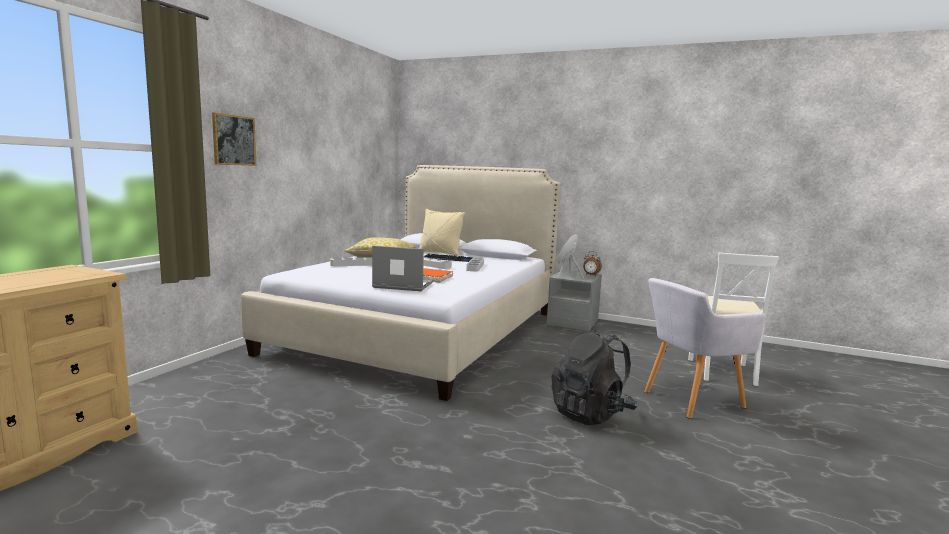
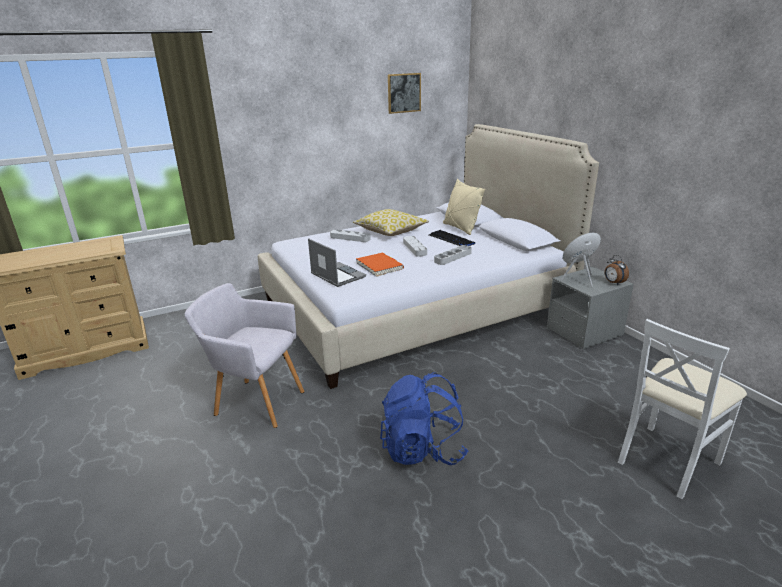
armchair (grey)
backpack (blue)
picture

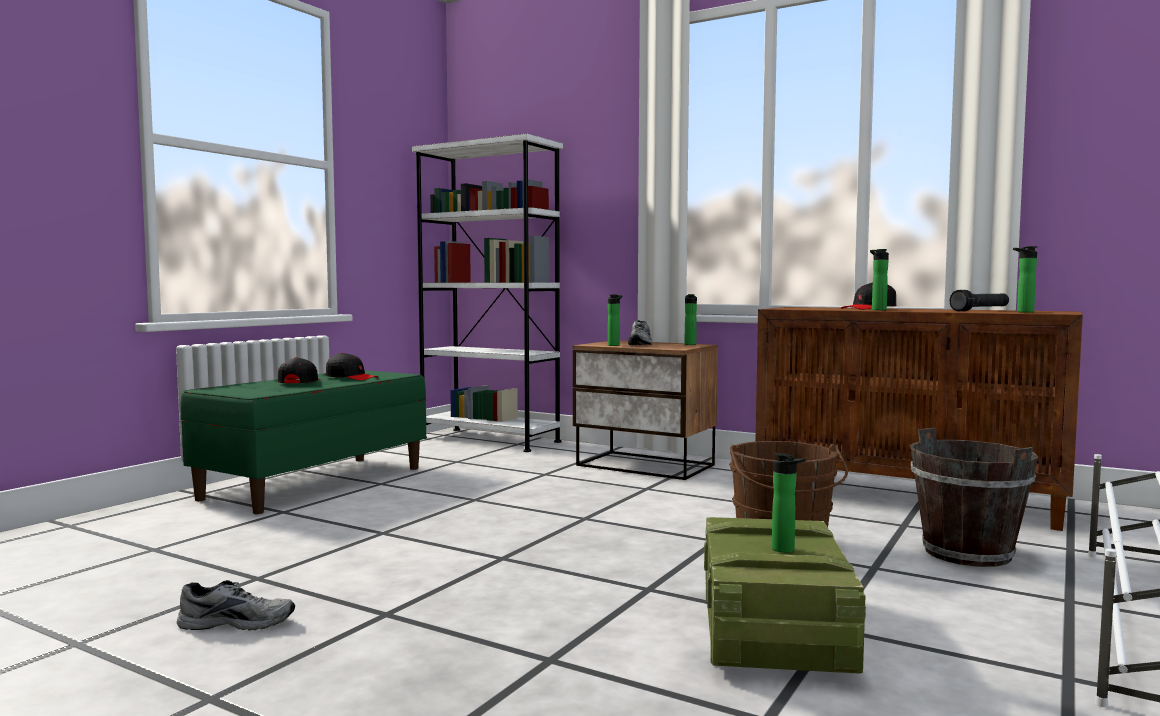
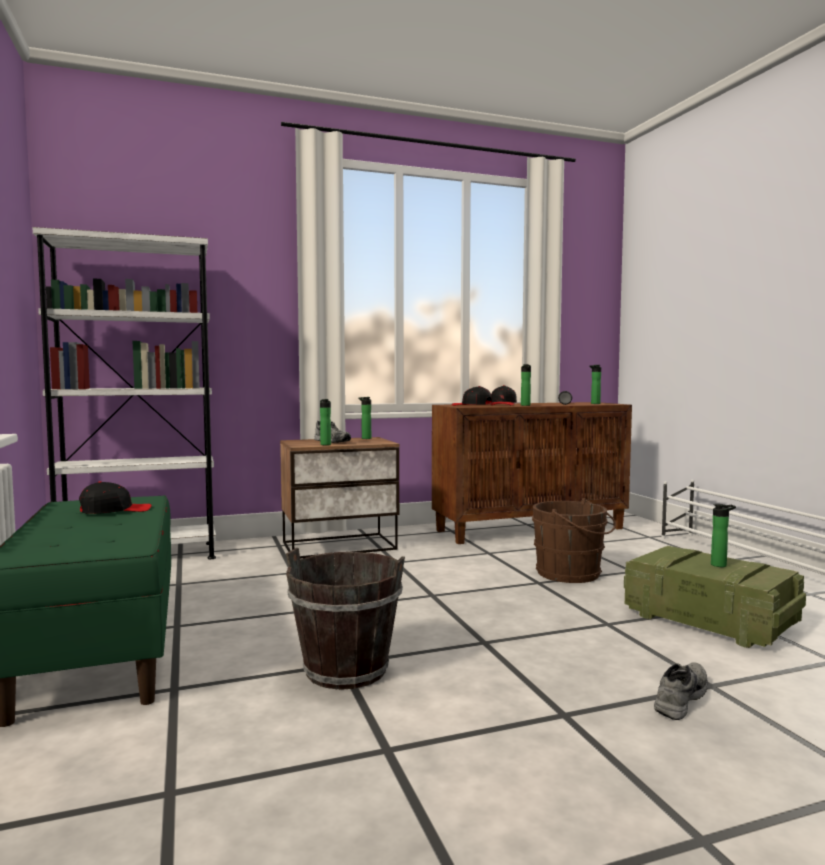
bucket (brown) (no. 1 from left)
cap (black) (no. 2 from left)
shoe (grey) (no. 2 from left)

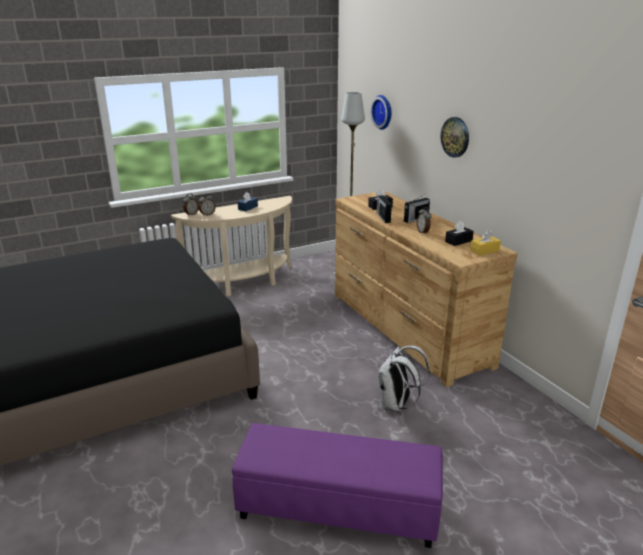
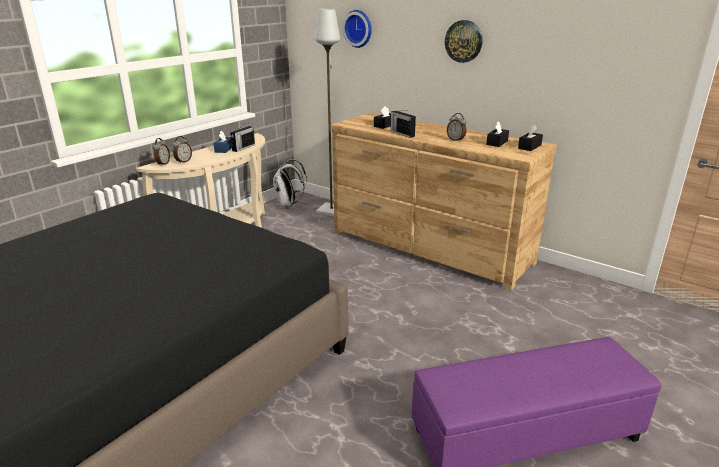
radio (no. 1 from left)
backpack (white)
tissue box (black) (no. 3 from left)

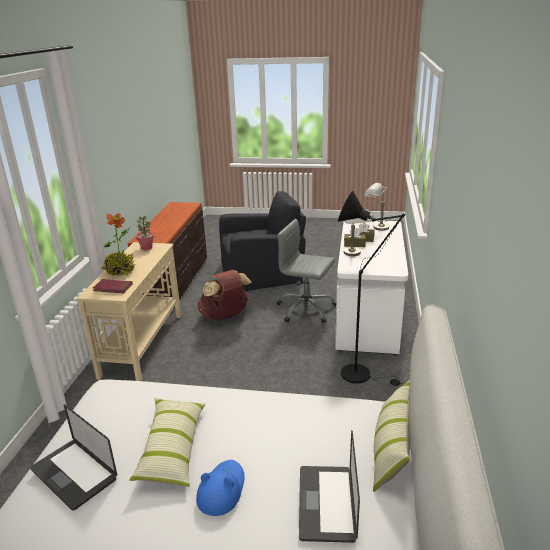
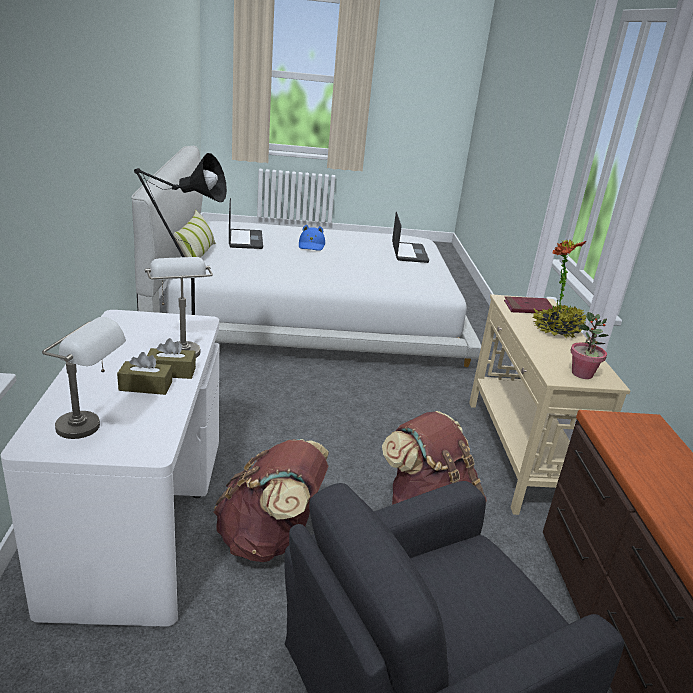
backpack (brown) (no. 1 from left)
laptop (no. 2 from left)
pillow (no. 1 from left in the first image)

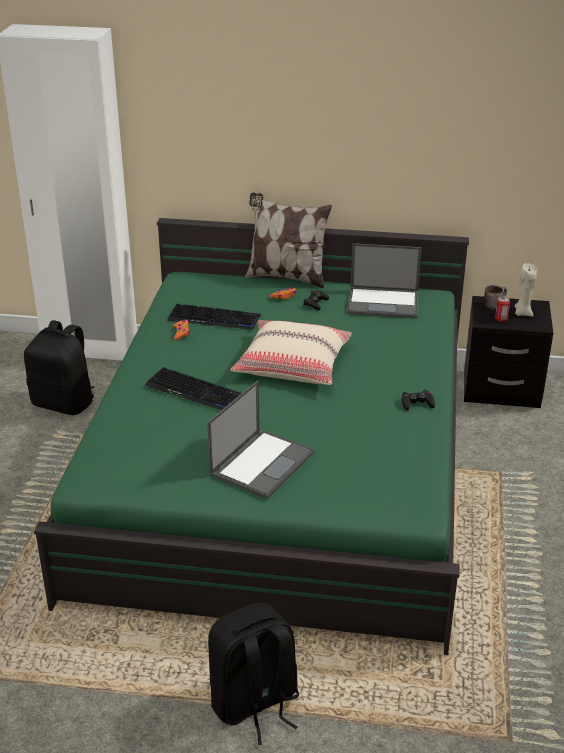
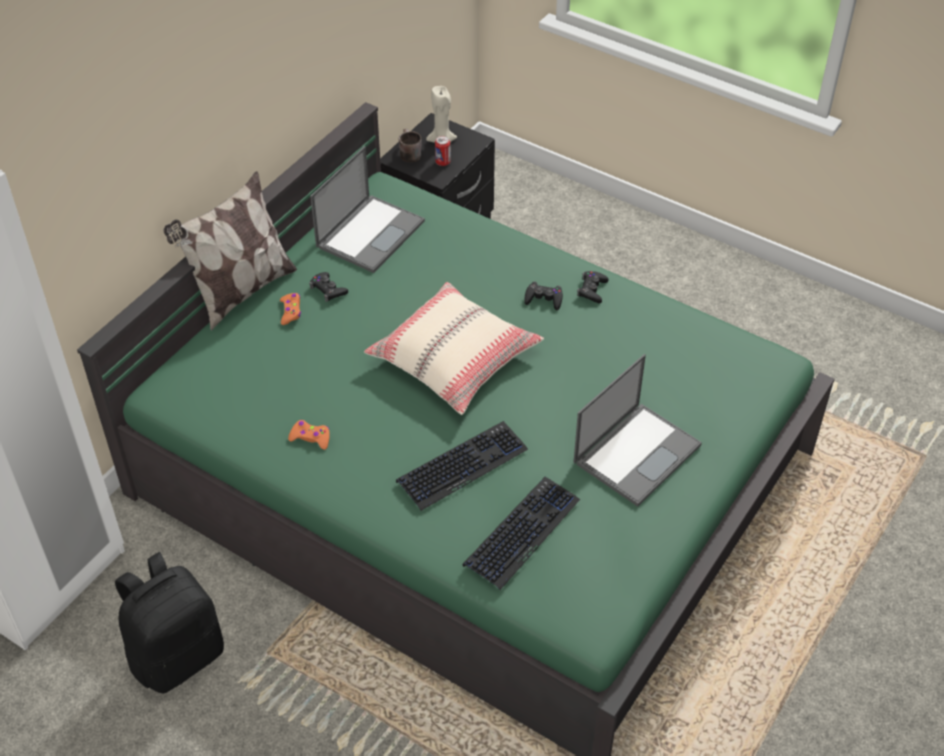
keyboard (no. 2 from left)
game controller (black) (no. 2 from left)
laptop (no. 2 from left)
backpack (black) (no. 2 from left in the first image)

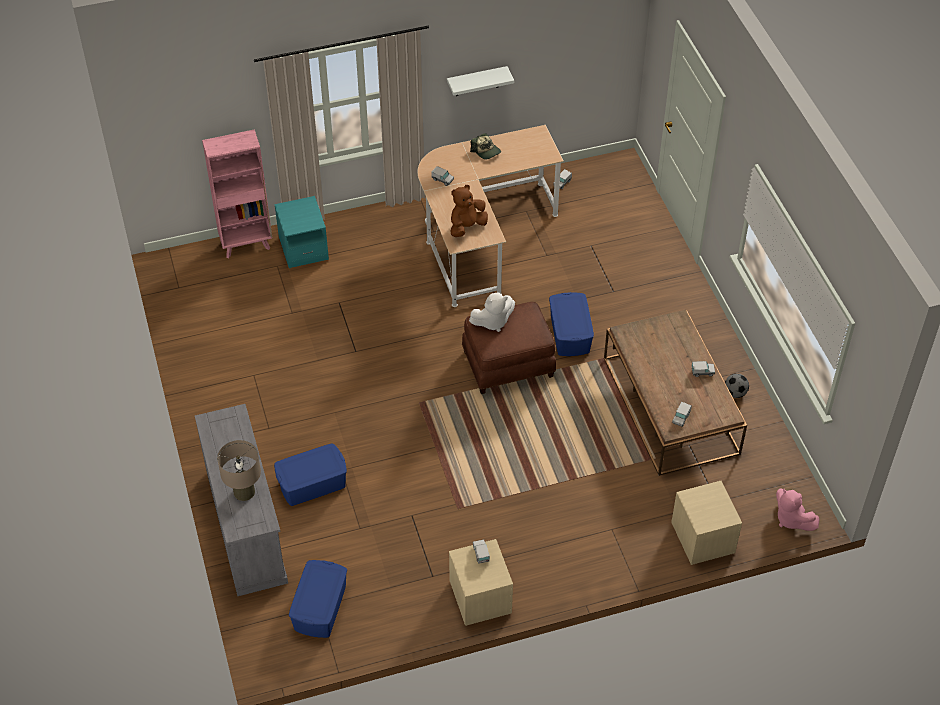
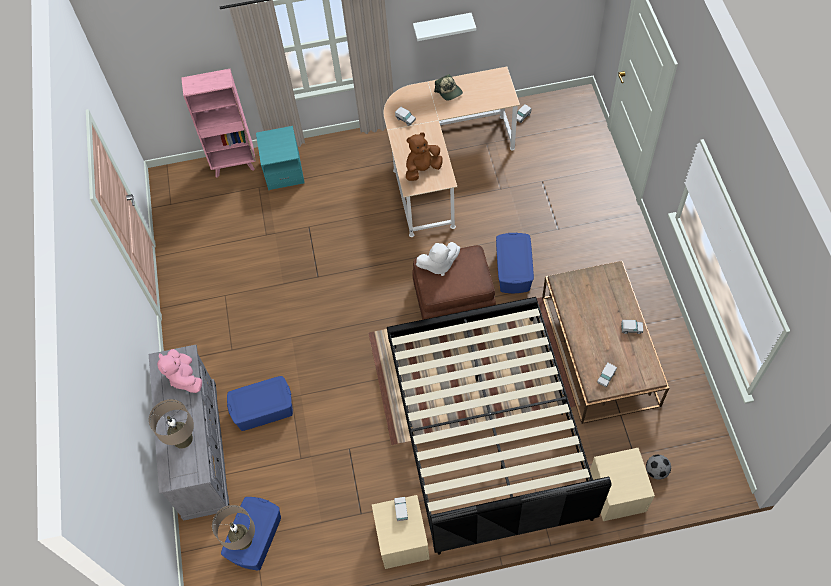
plush toy (pink)
table lamp (beige) (no. 2 from left)
bed (black)
football

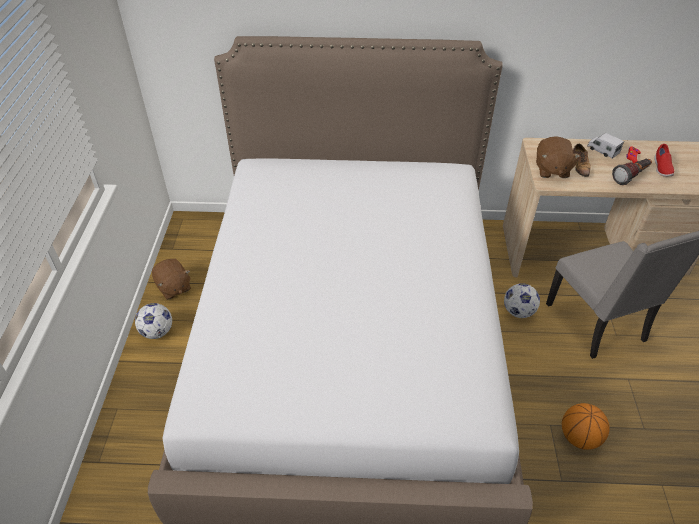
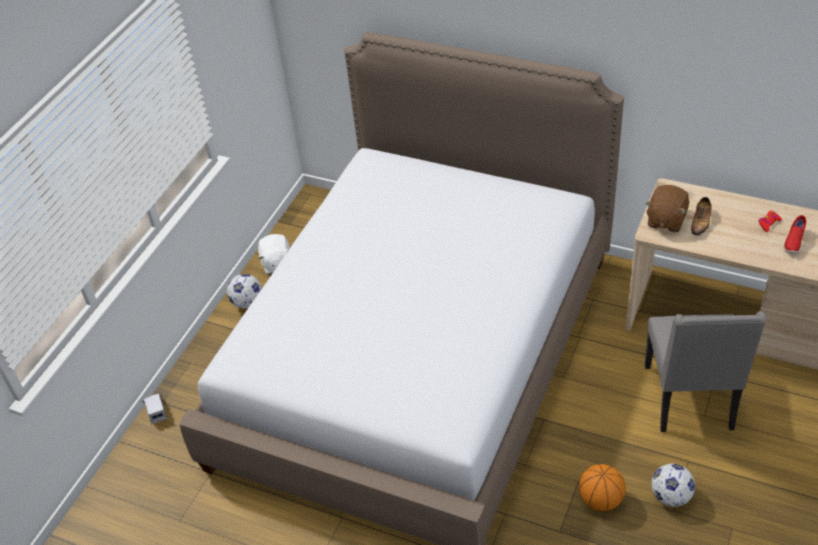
toy truck
plush toy (white)
football (no. 2 from left)
flashlight

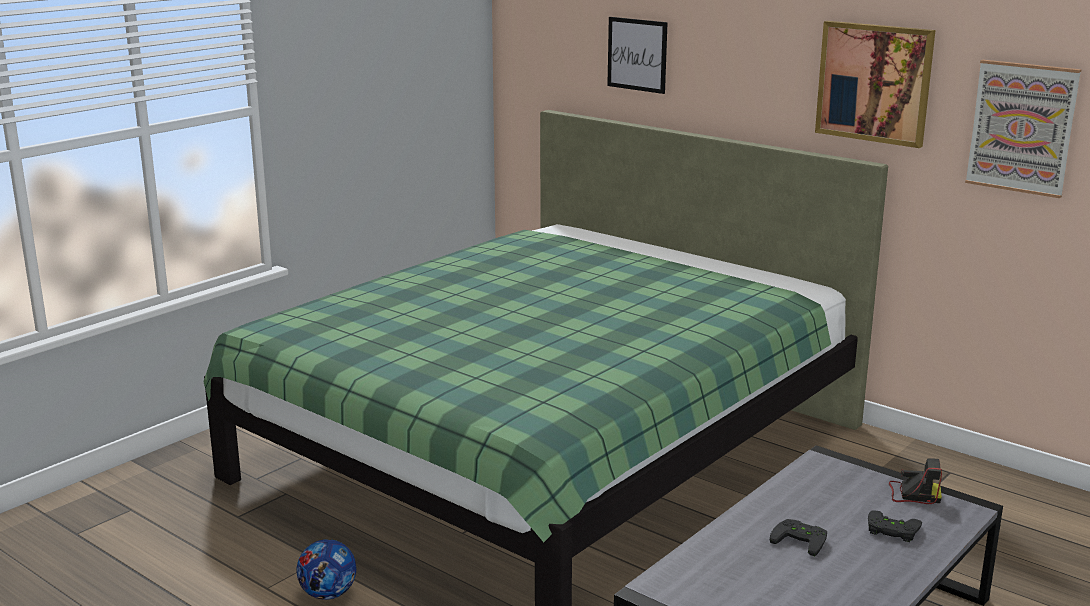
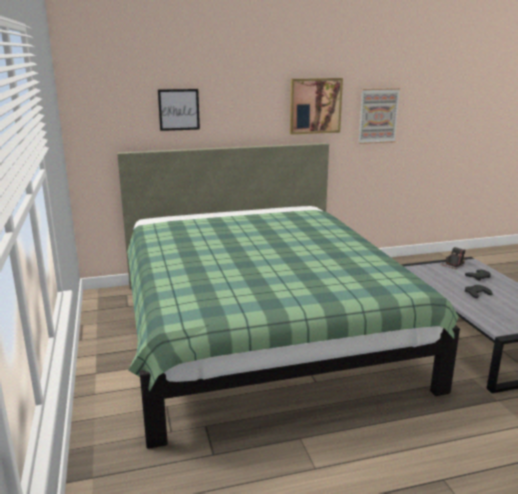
football

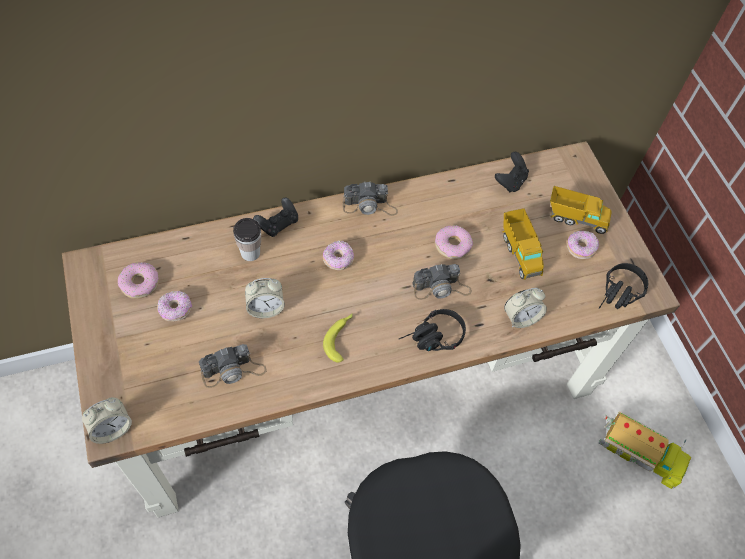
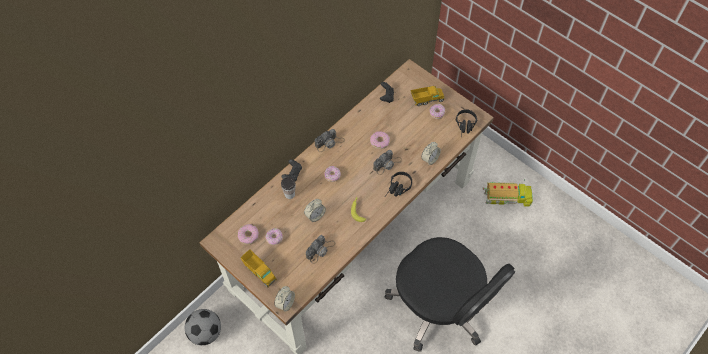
football
toy truck (no. 1 from left)

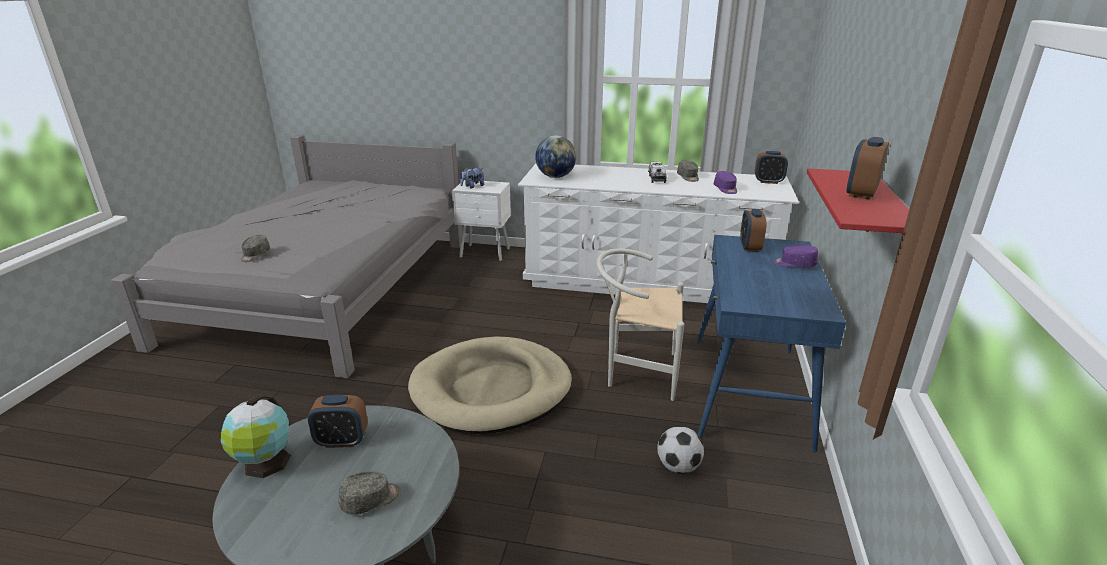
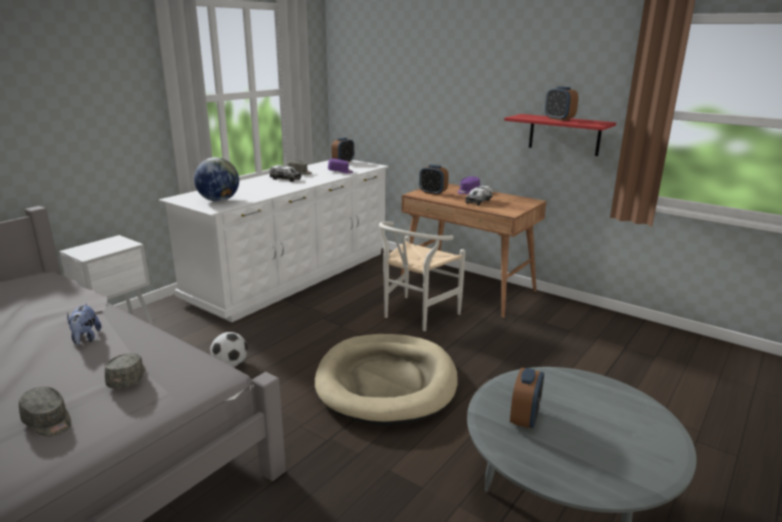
plush toy
cap (grey) (no. 2 from left)
football
desk (brown)
toy truck (no. 2 from left)
globe (no. 1 from left in the first image)

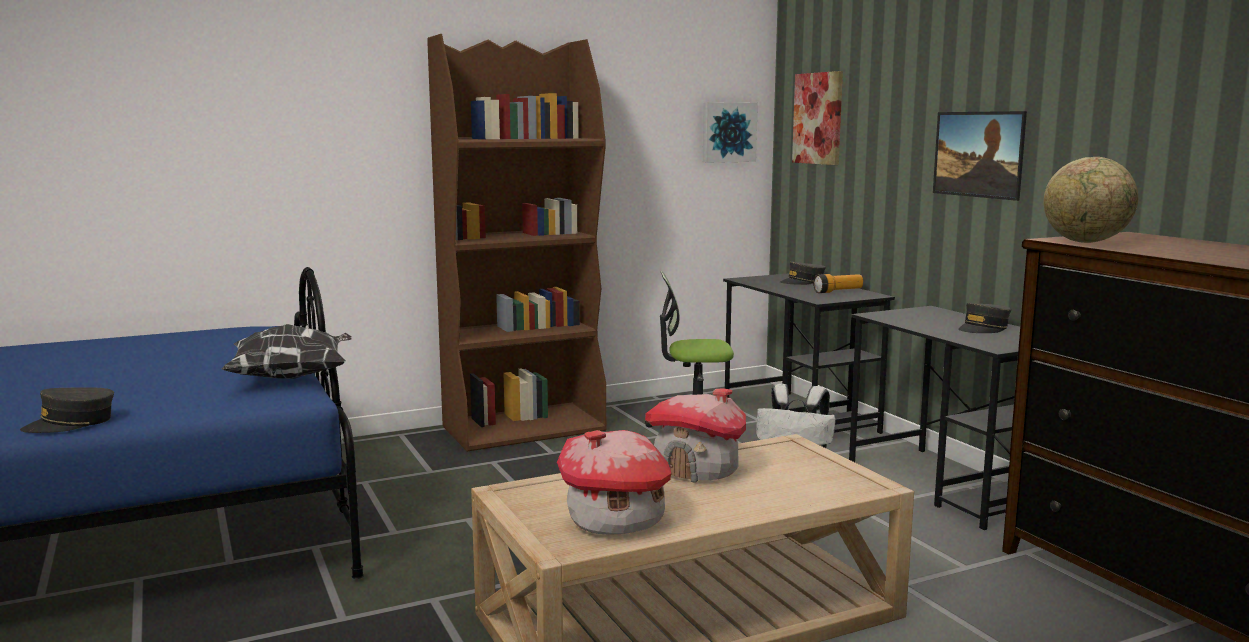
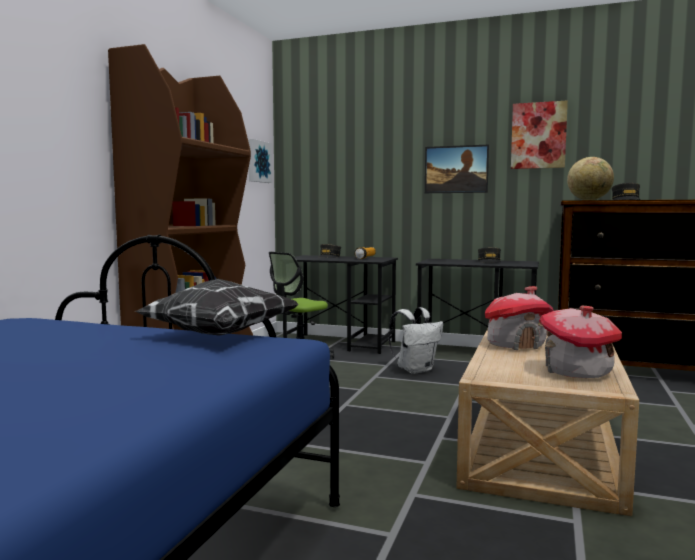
picture (no. 3 from left)
cap (grey) (no. 3 from left)

